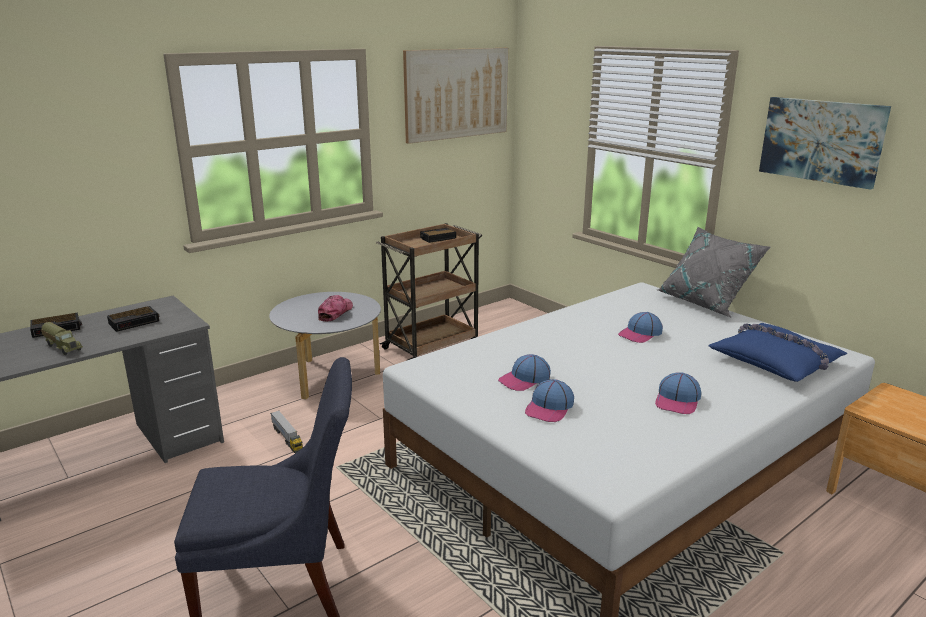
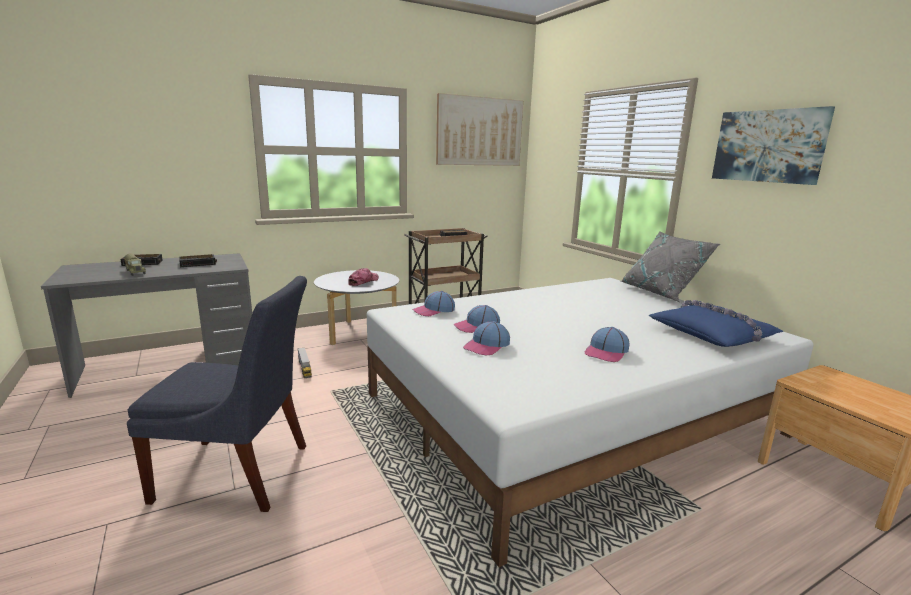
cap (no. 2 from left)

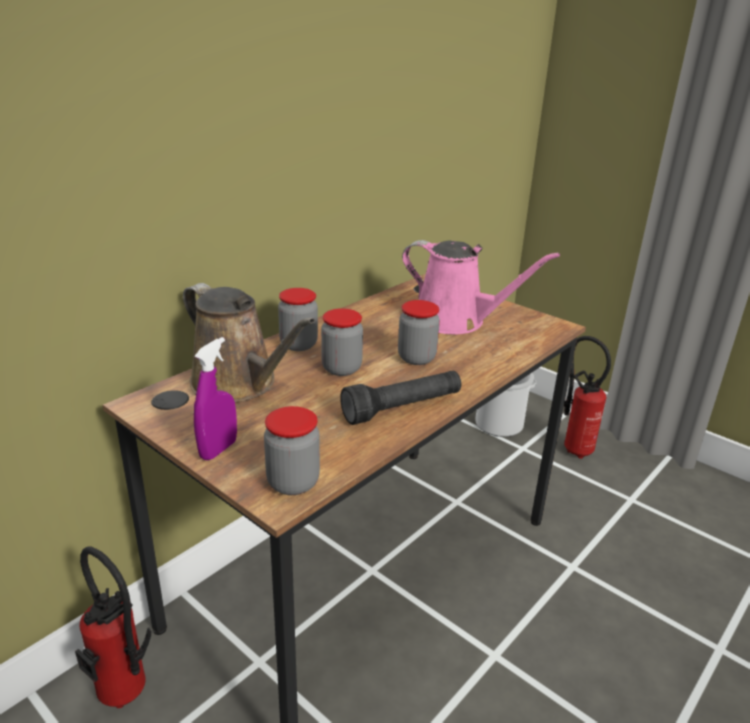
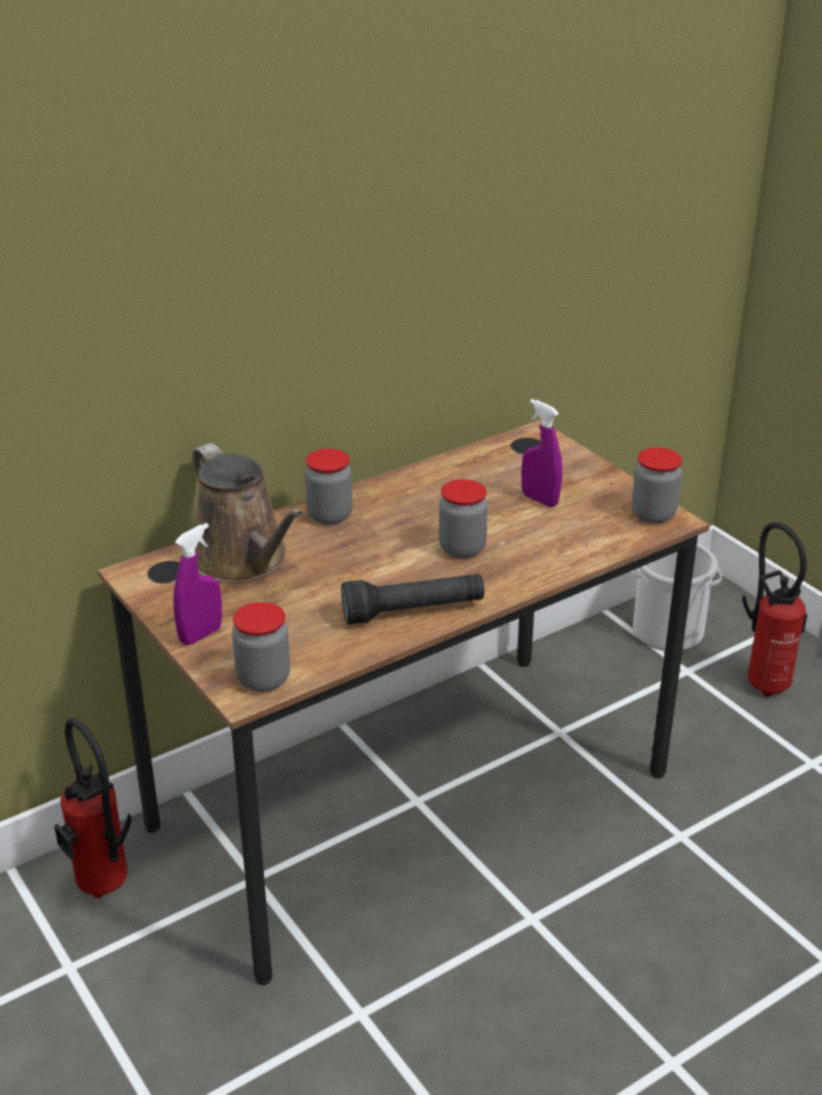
spray bottle (purple) (no. 2 from left)
jar (no. 4 from left)

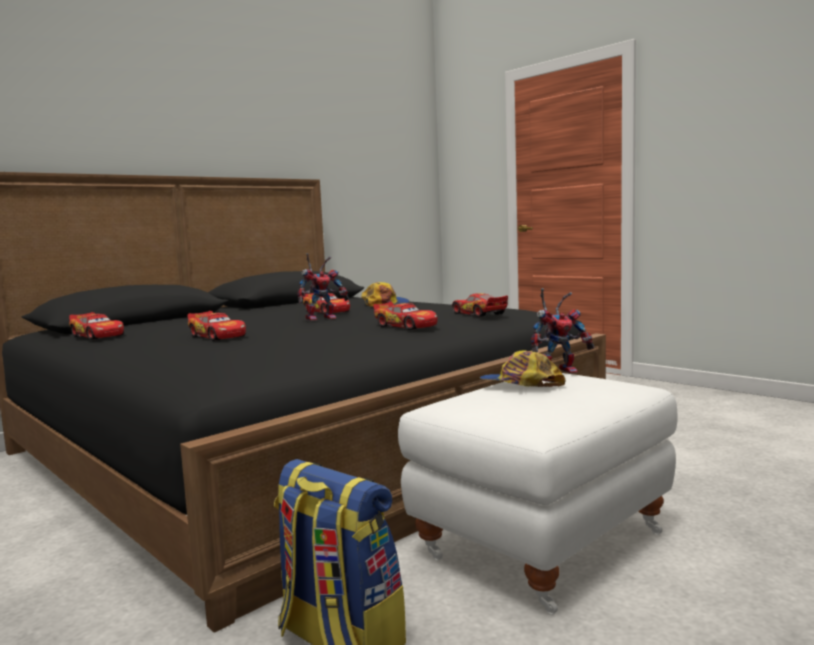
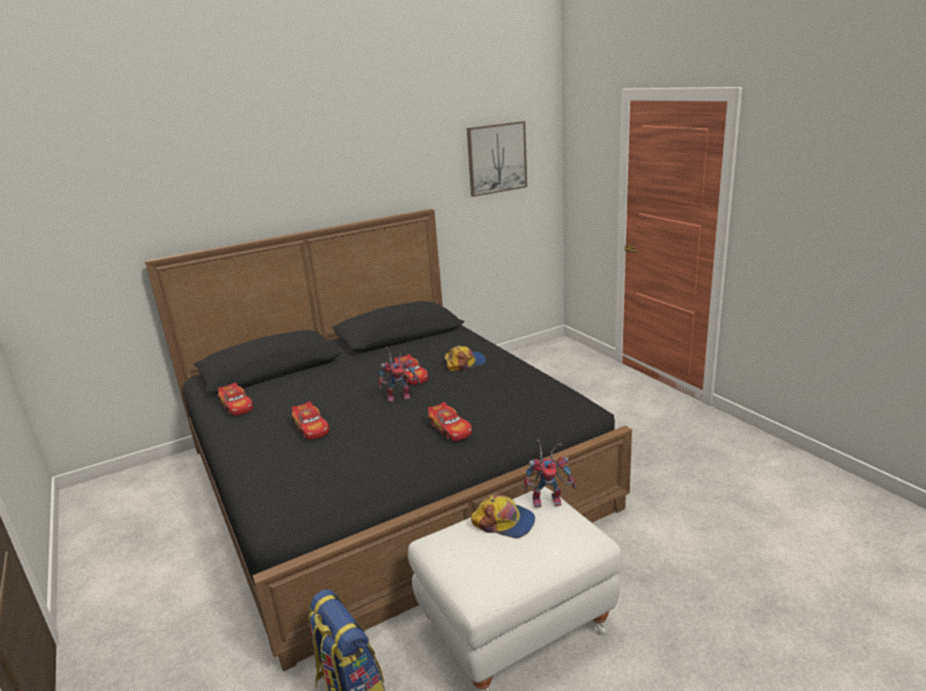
picture
cap (no. 2 from left)
toy car (no. 5 from left in the first image)

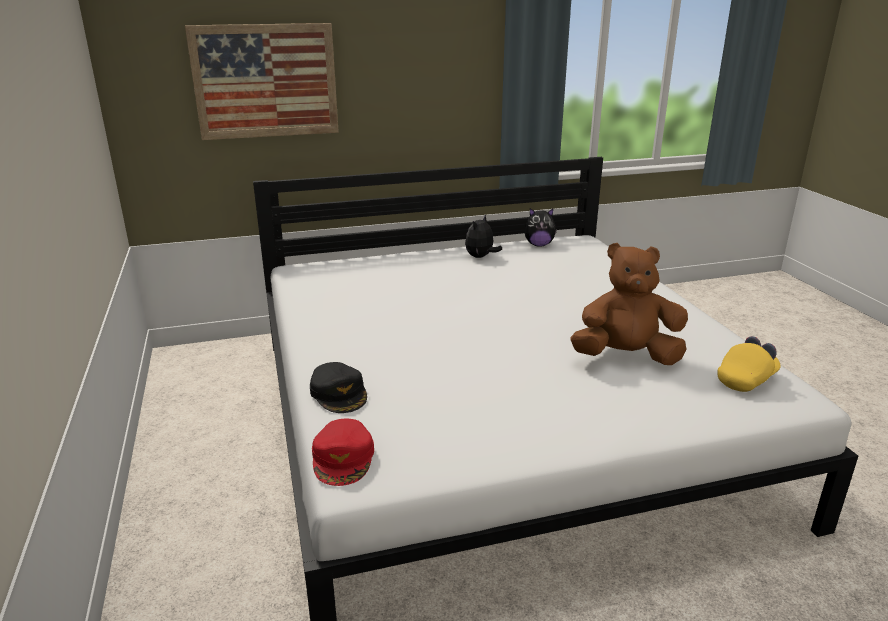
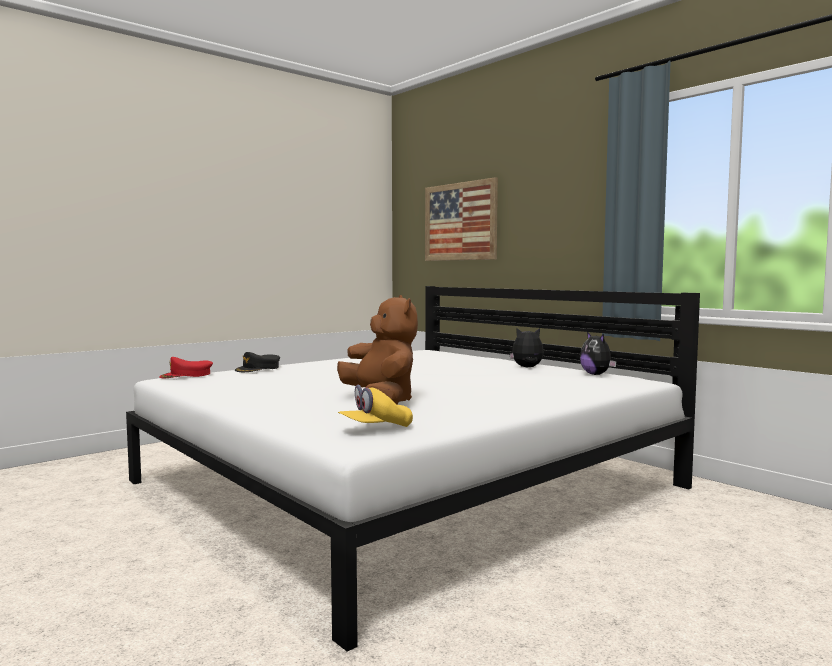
cap (yellow)

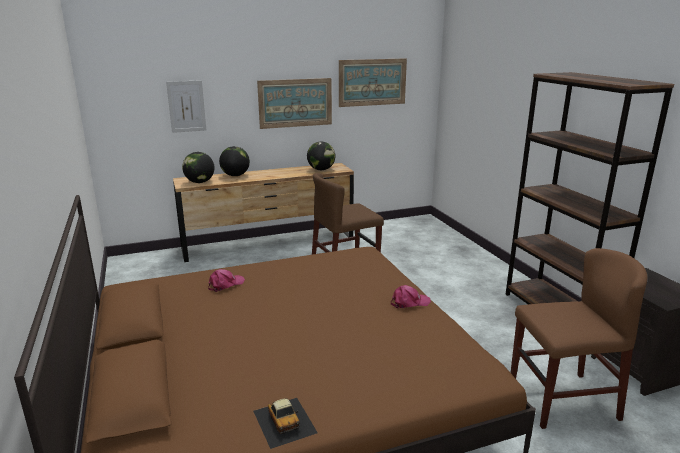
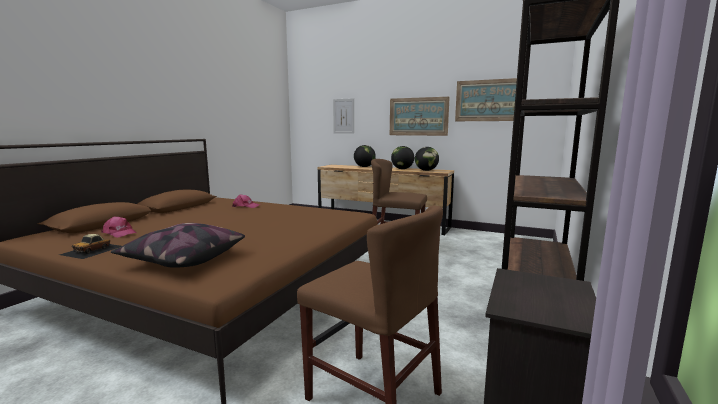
cap (pink) (no. 1 from left)
pillow
globe (no. 2 from left)

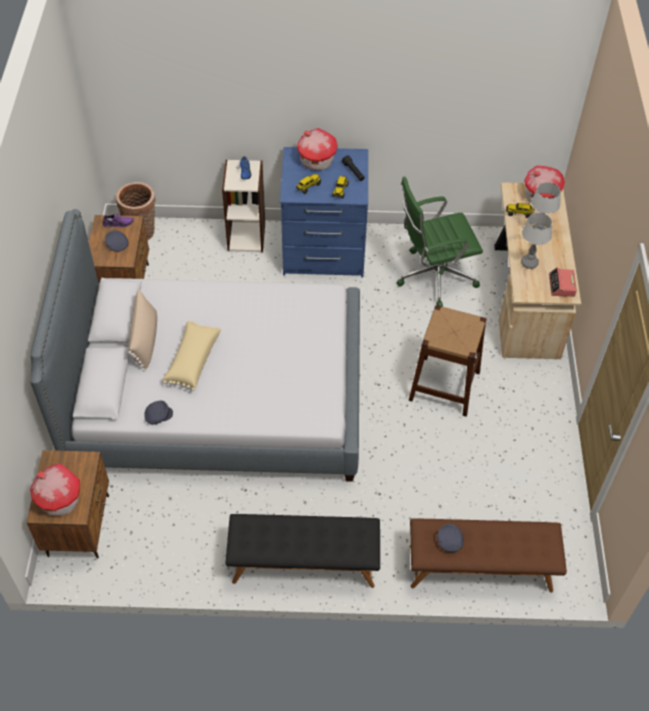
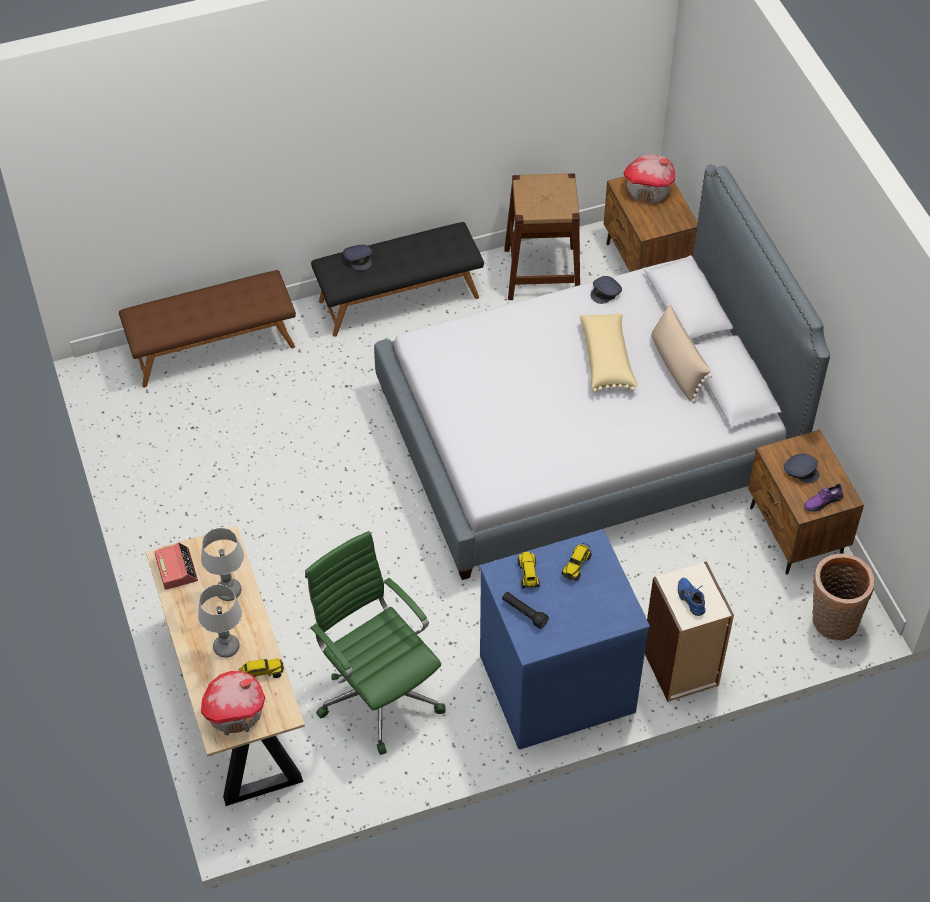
office chair (green)
cap (grey) (no. 1 from left)
stool (brown)
toy house (no. 2 from left in the first image)

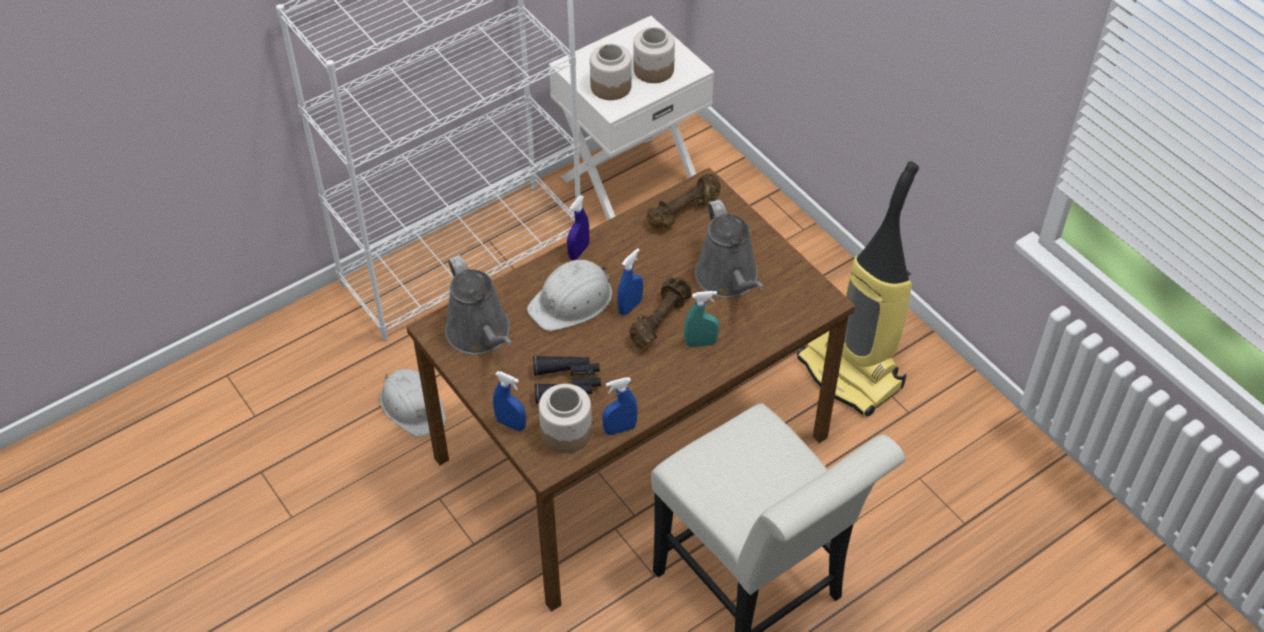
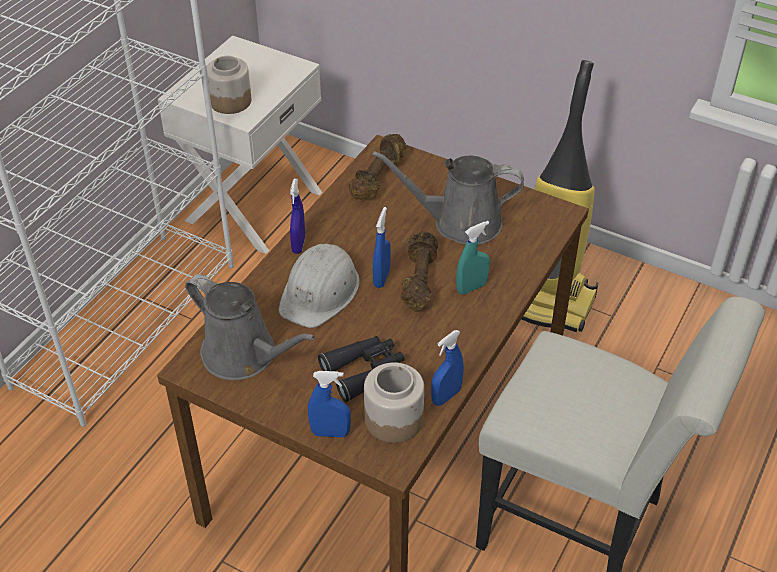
watering can (grey) (no. 2 from left)
hard hat (white) (no. 1 from left in the first image)
jar (no. 3 from left in the first image)

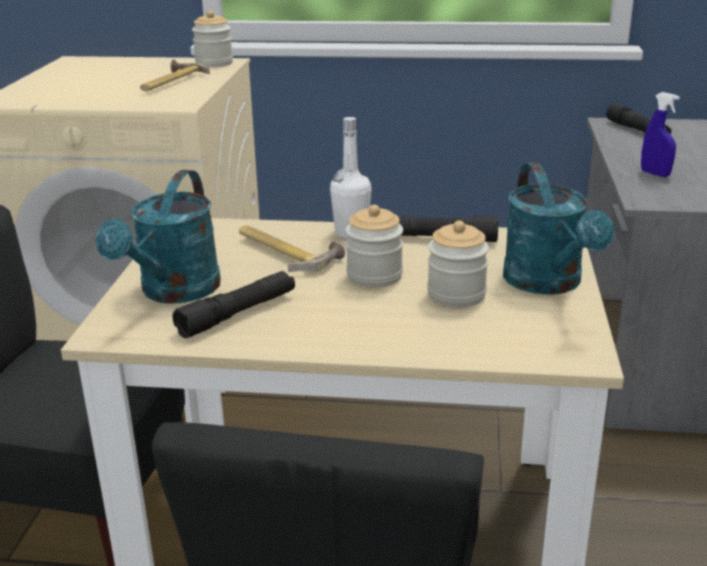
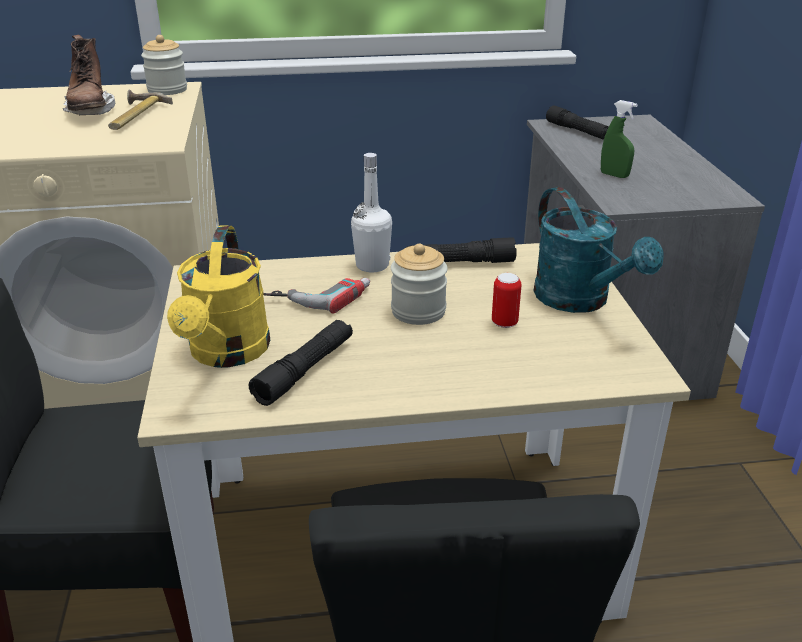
boot (brown)
watering can (yellow)
power drill
can
spray bottle (green)

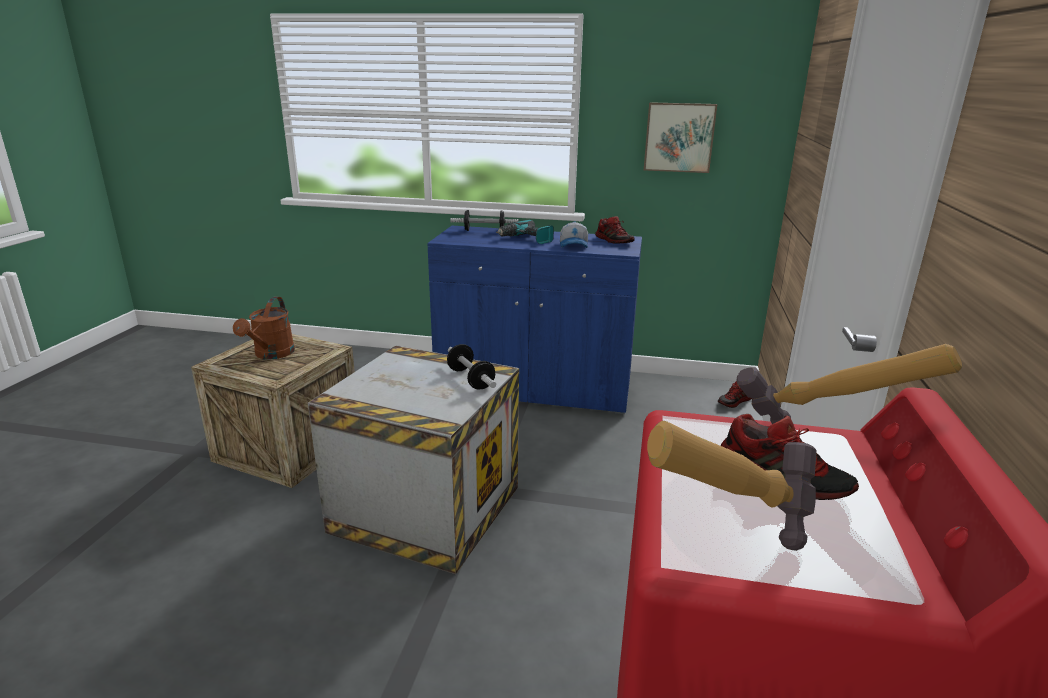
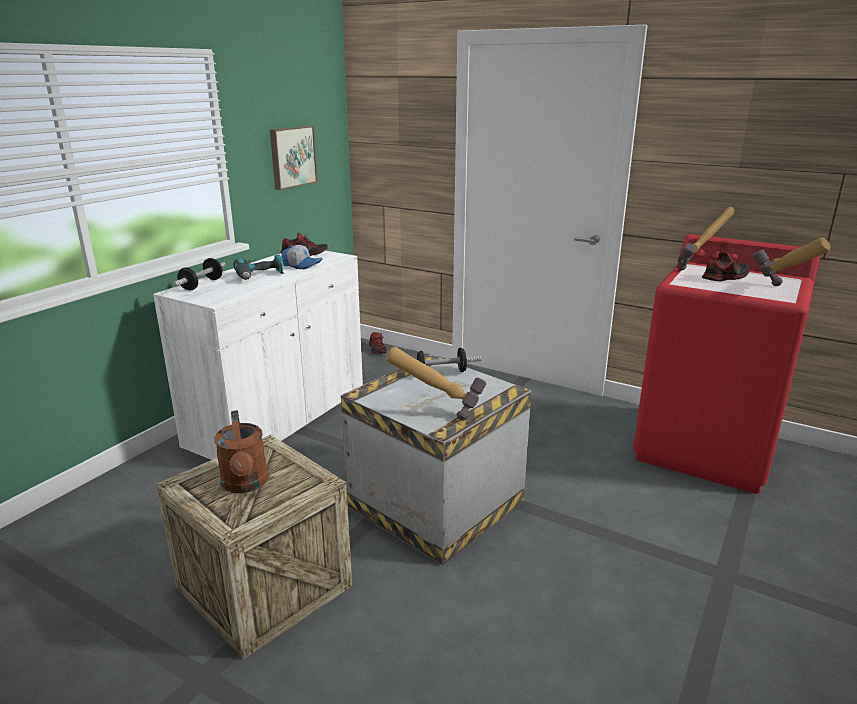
cabinet (white)
watering can (brown)
hammer (no. 1 from left)

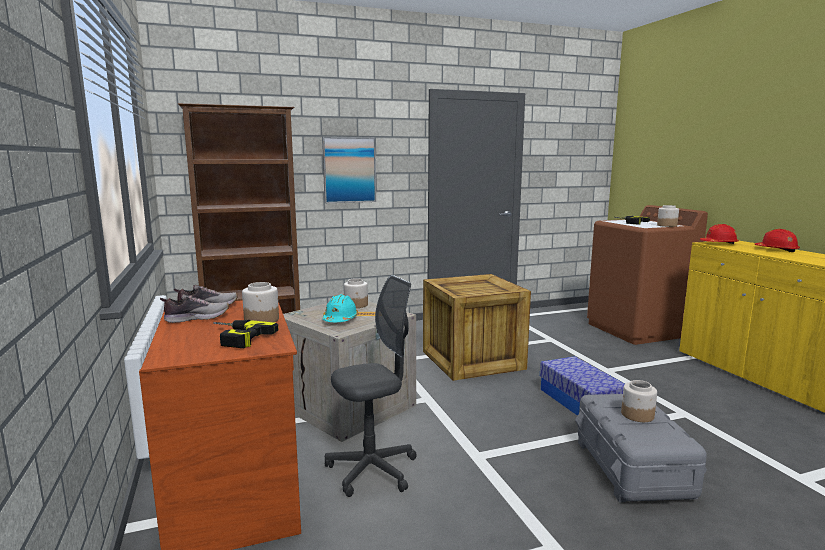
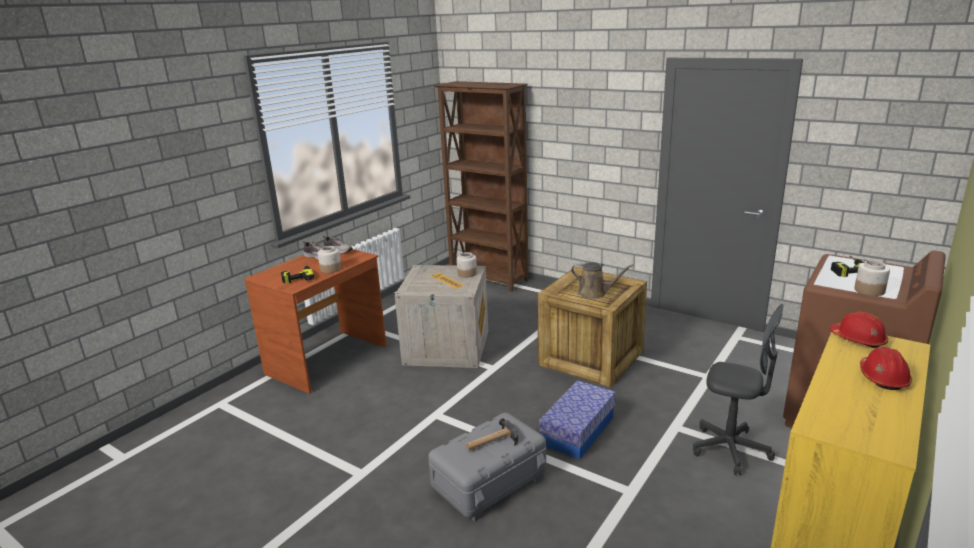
hammer
watering can (brown)
office chair (grey)
picture
hard hat (turquoise)

